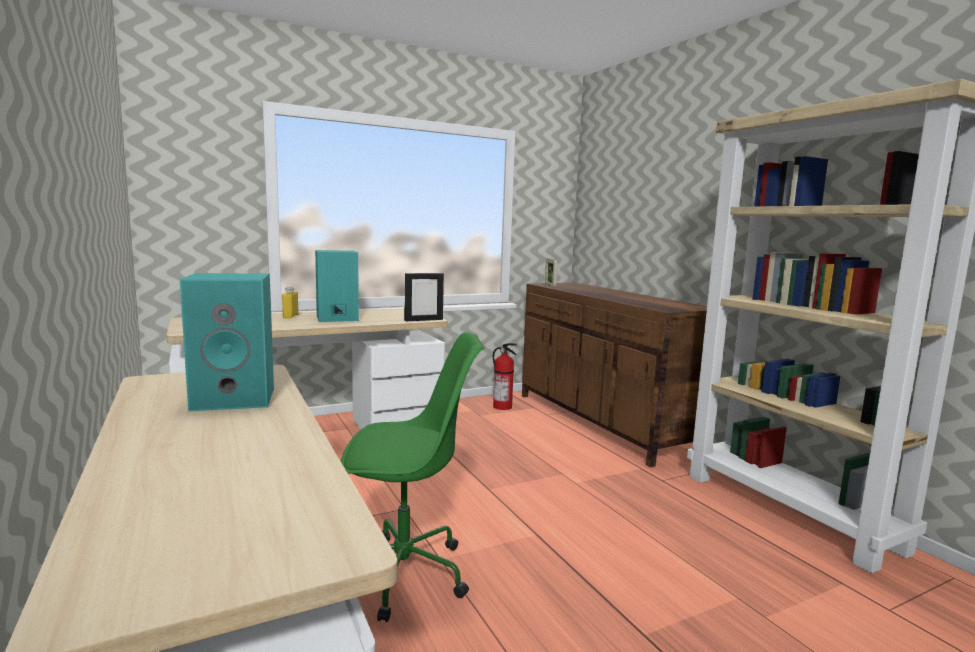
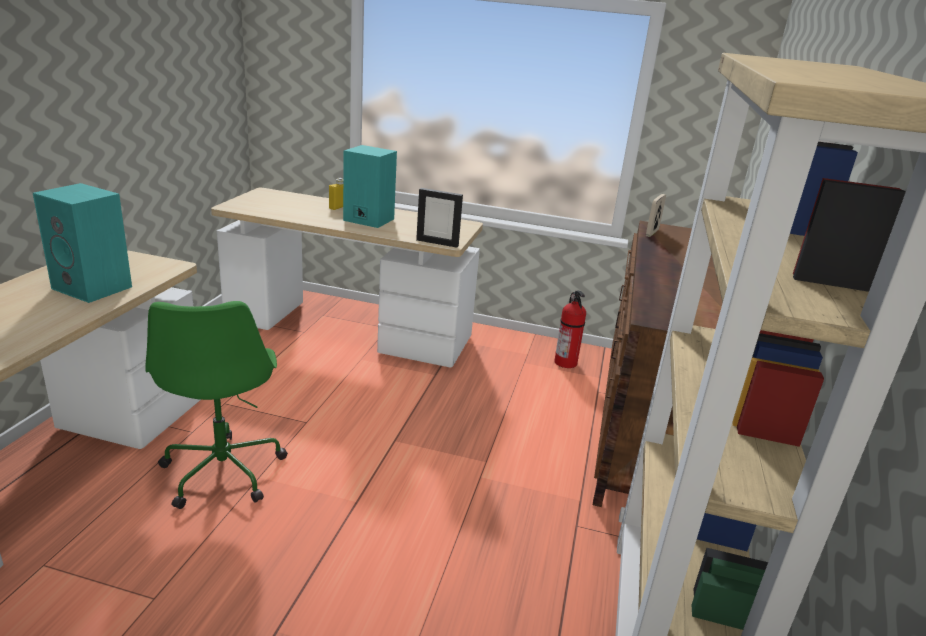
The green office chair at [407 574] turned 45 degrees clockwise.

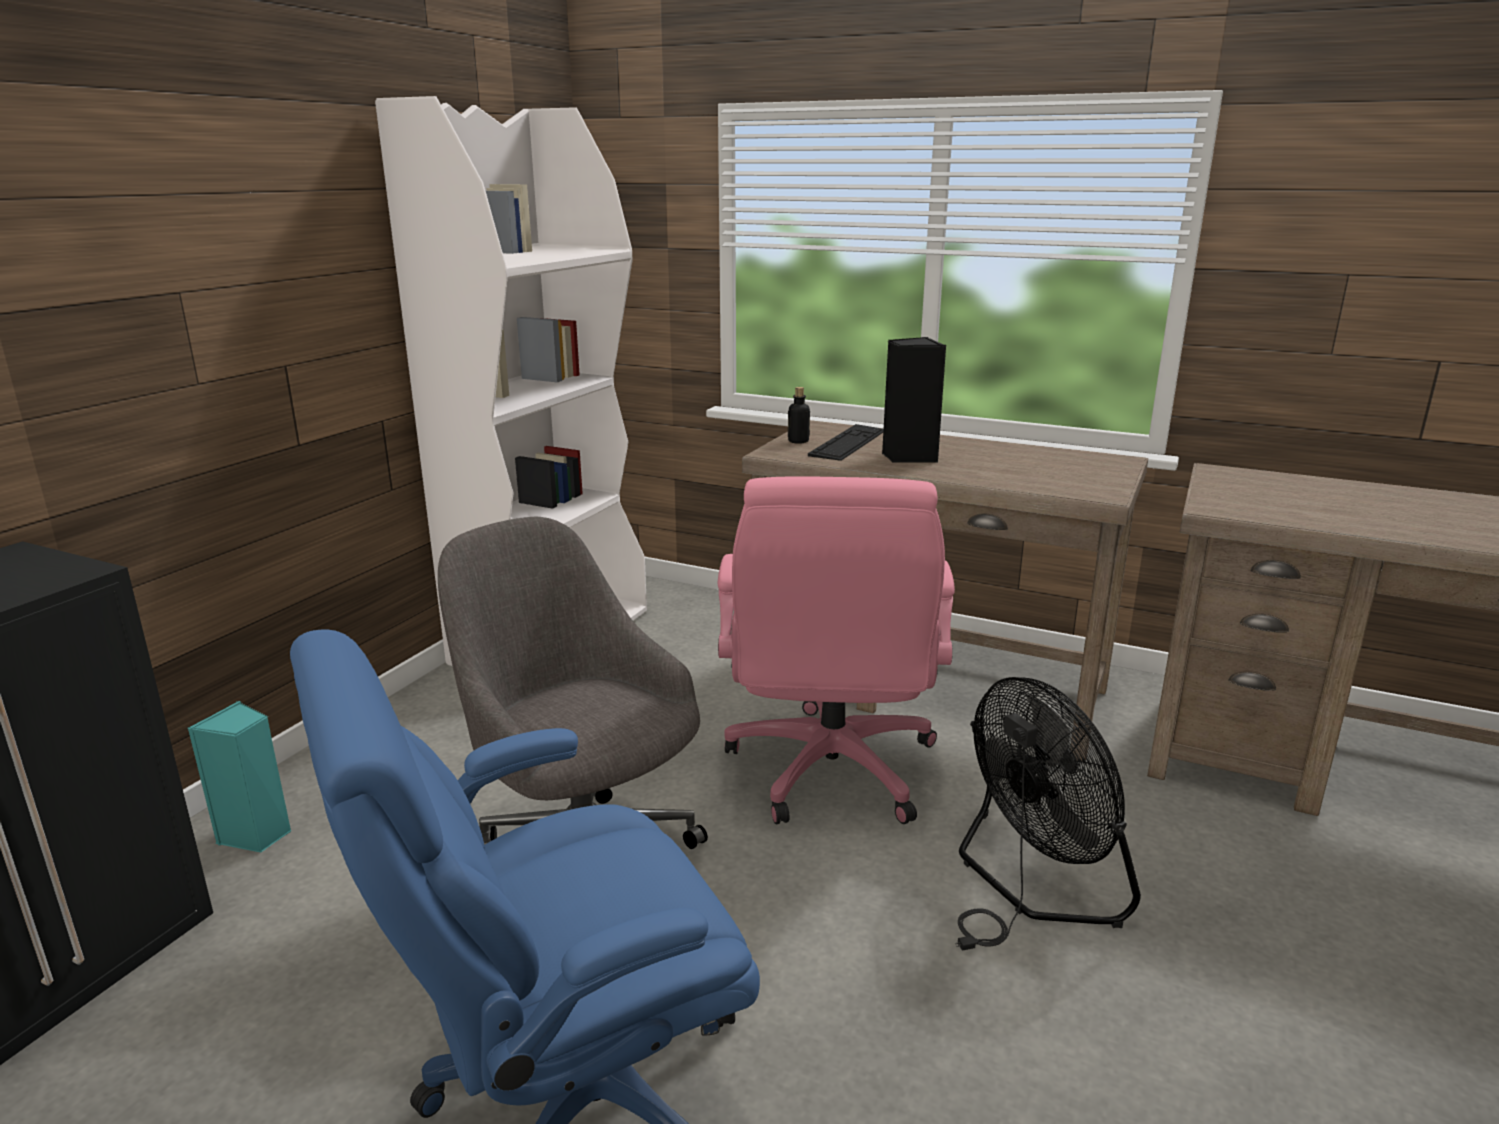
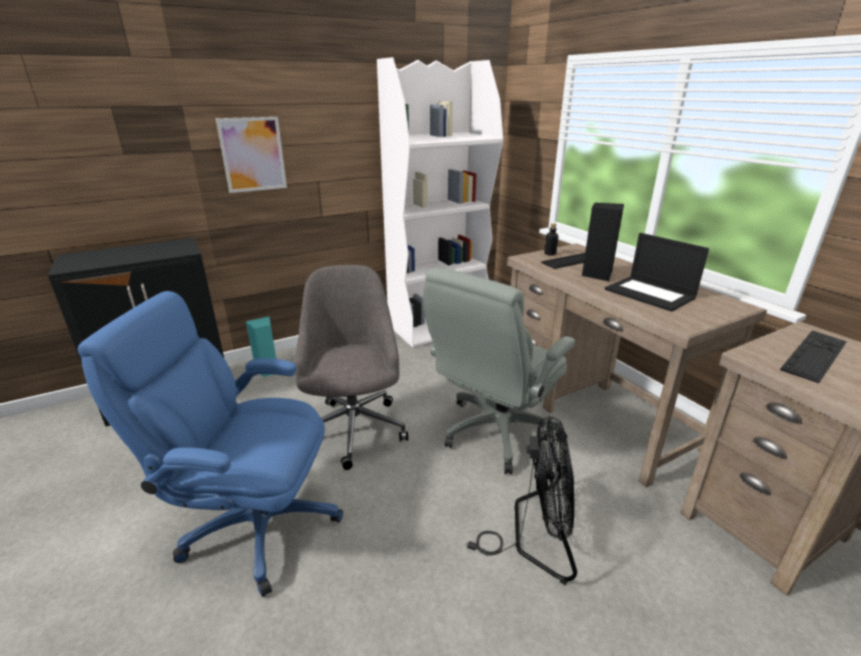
The pink office chair at [829 776] became the grey office chair at [494 435].
The picture at [253 154] appeared.
The laptop at [651 293] appeared.
The keyboard at [814 355] appeared.

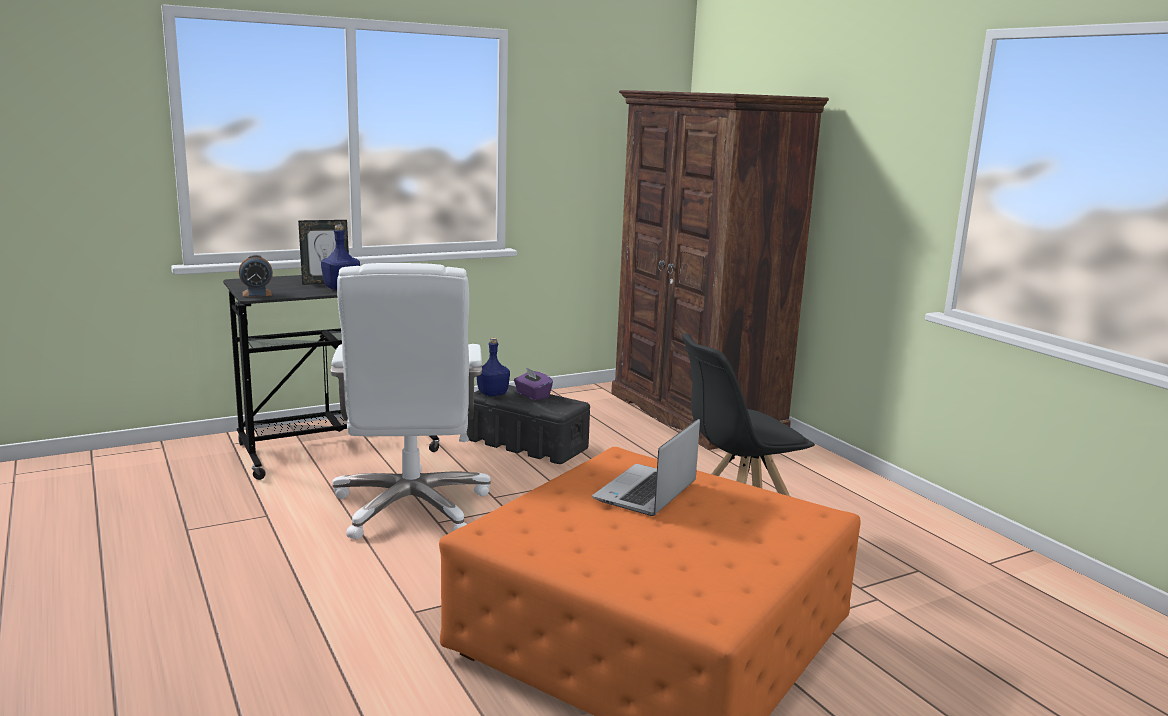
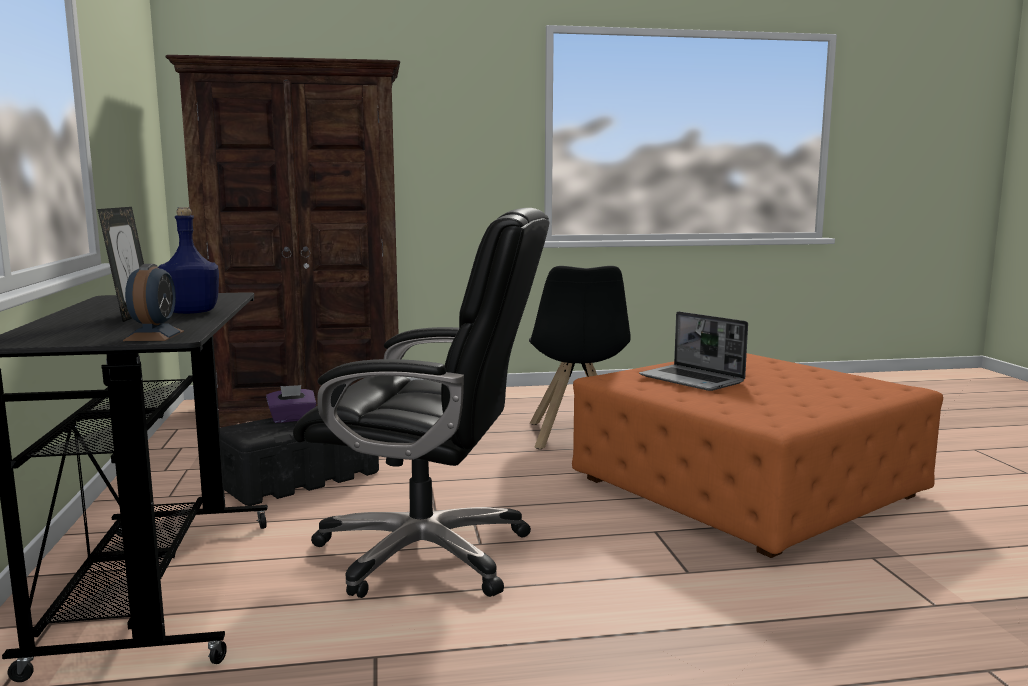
The white office chair at [411 507] became the black office chair at [426 554].
The blue bottle at [493 394] disappeared.

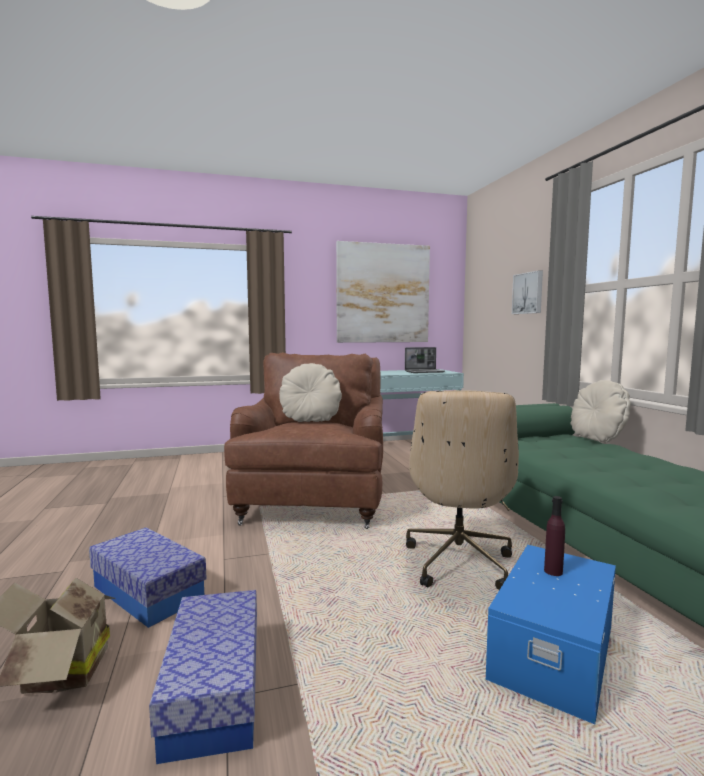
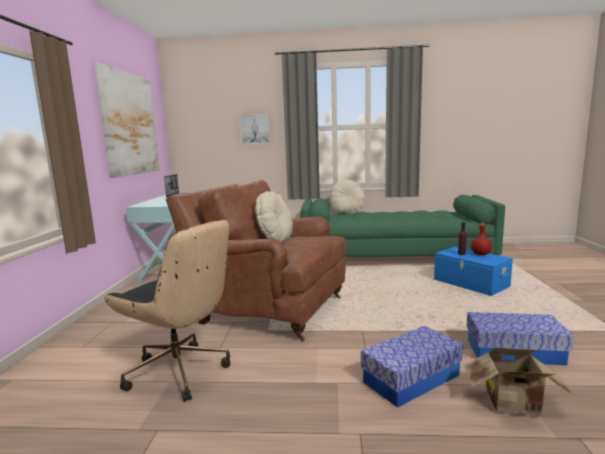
The black office chair moved from [458 566] to [180 374].
The red bottle at [480 254] appeared.

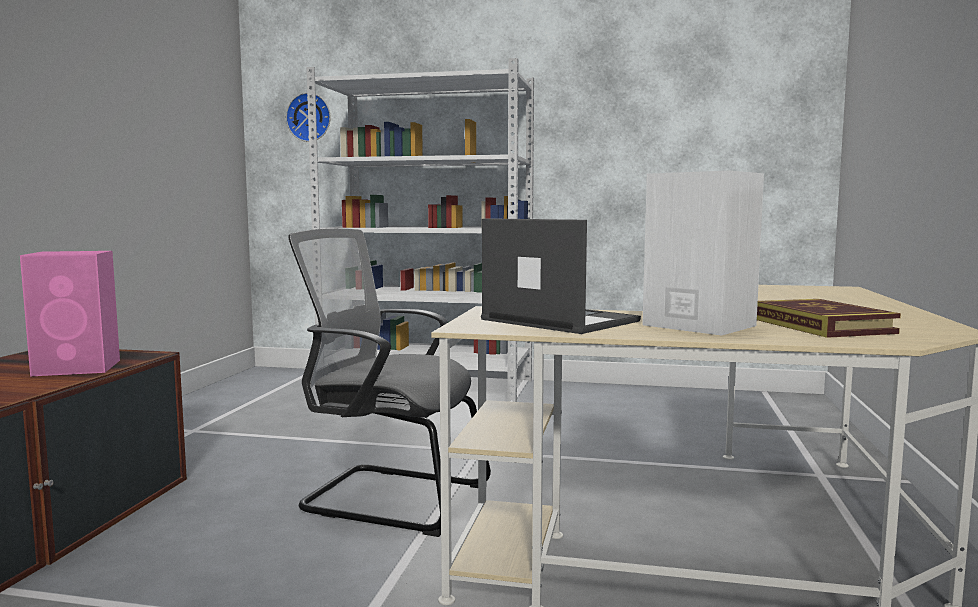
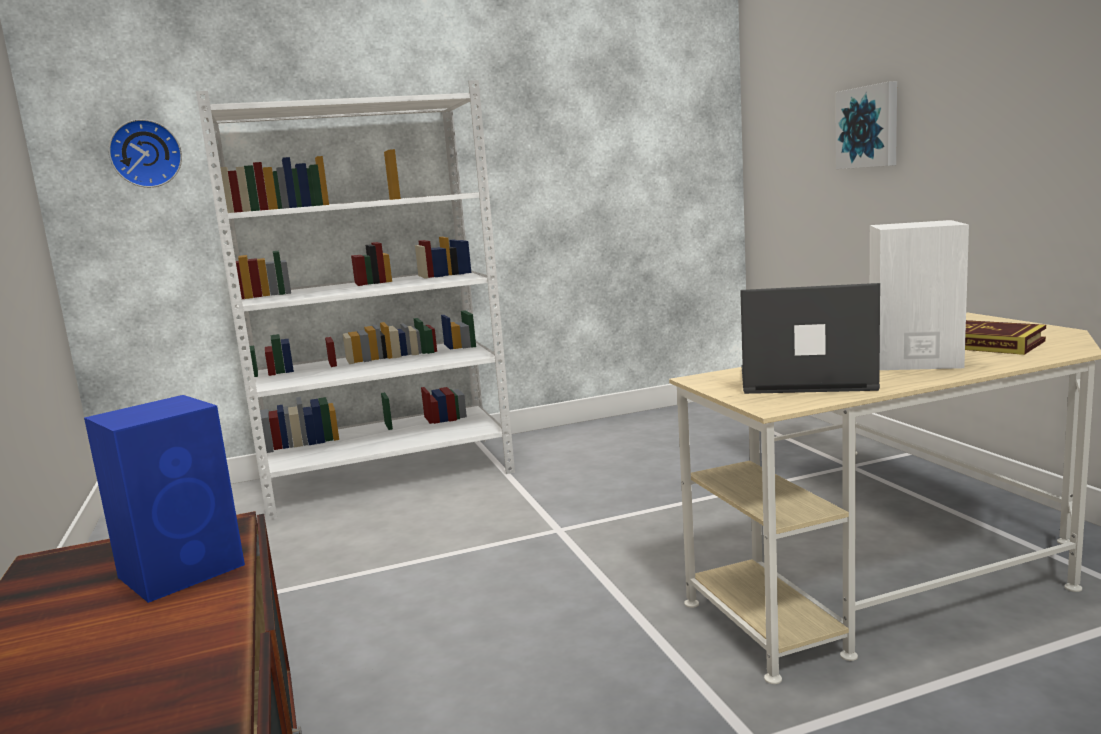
The chair at [390 497] disappeared.
The pink speaker at [79 368] became the blue speaker at [184 570].
The picture at [868 127] appeared.

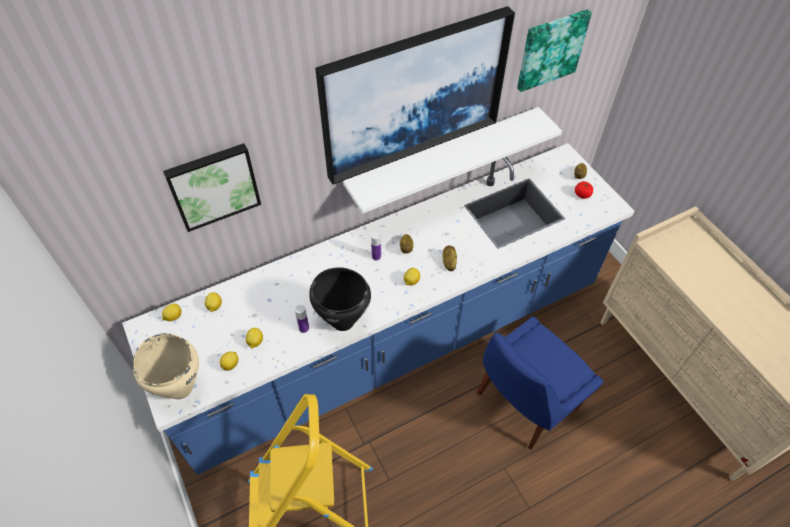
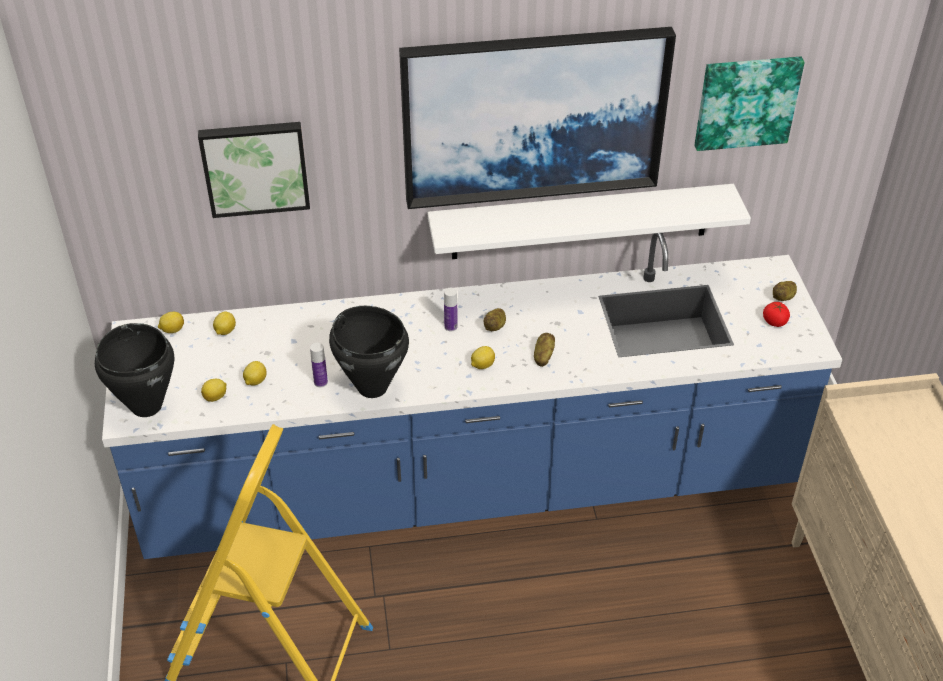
The blue chair at [523 403] disappeared.
The beige cooking pot at [180 389] became the black cooking pot at [146 406].

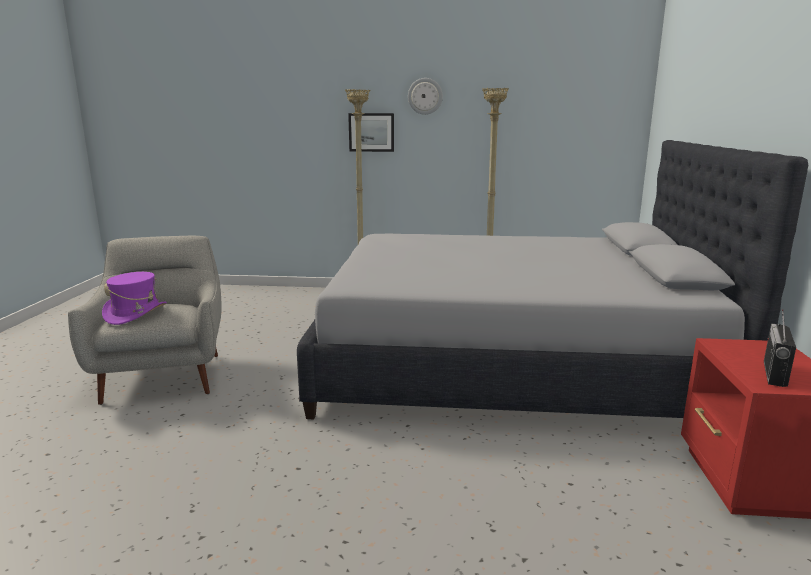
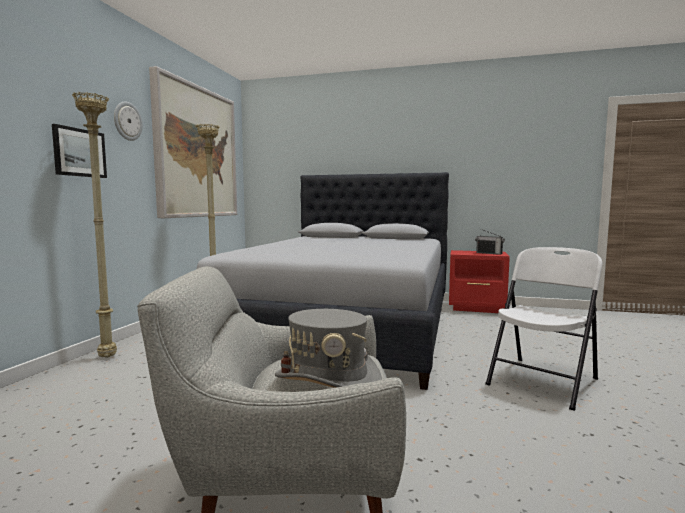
The purple hat at [136 314] became the grey hat at [328 378].
The picture at [197 152] appeared.
The white chair at [543 382] appeared.

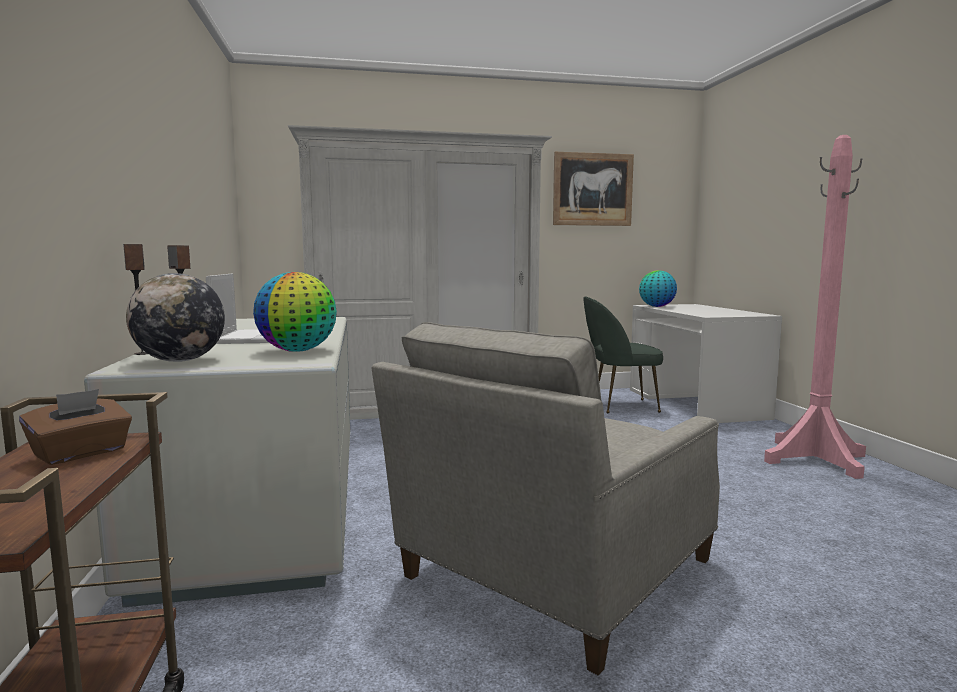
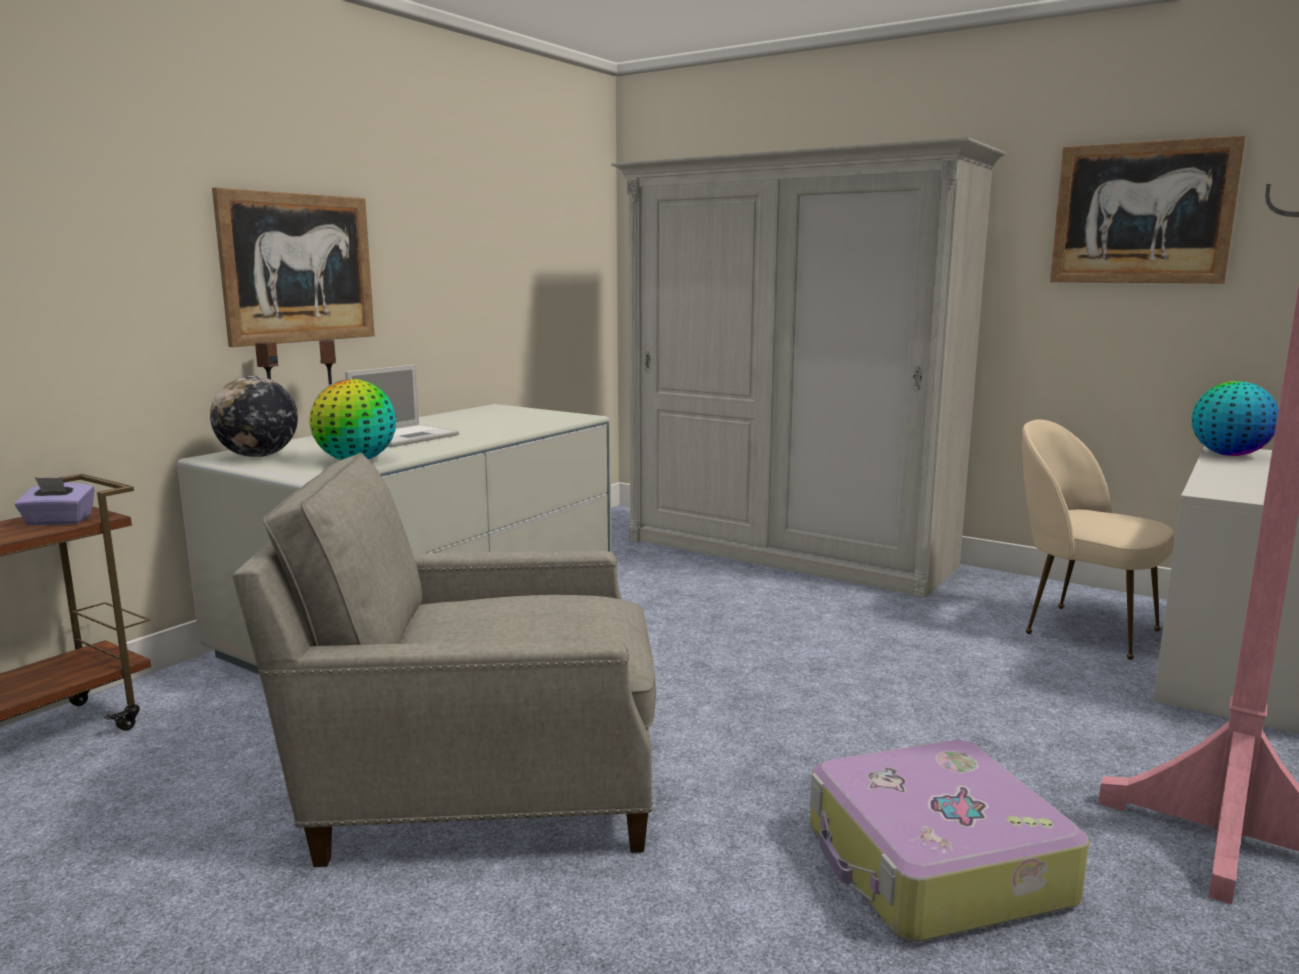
The green chair at [619 406] became the beige chair at [1080 628].
The brown tissue box at [81 453] became the purple tissue box at [58 521].
The picture at [298 268] appeared.
The suitcase at [934 866] appeared.

